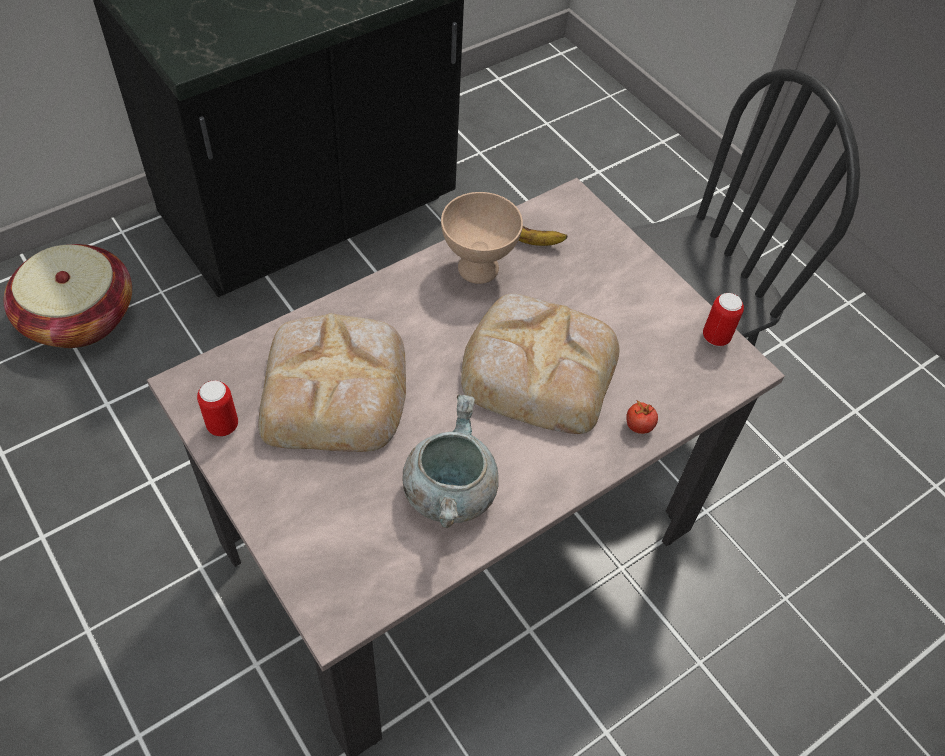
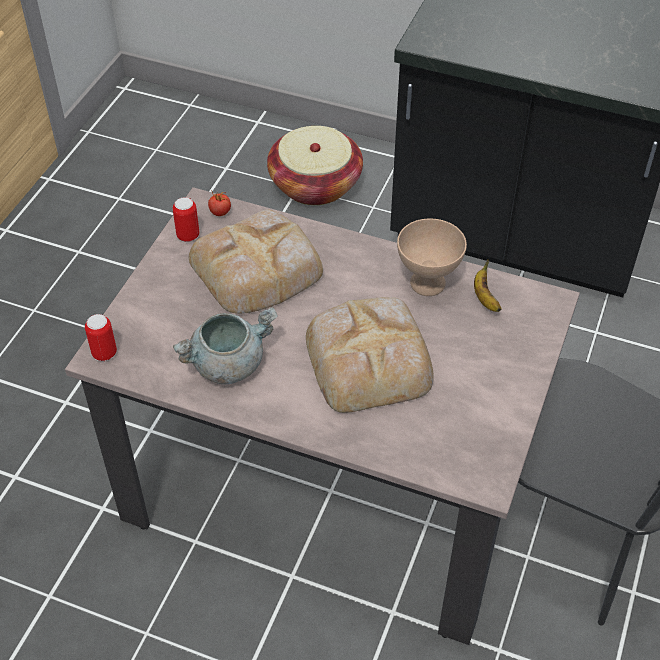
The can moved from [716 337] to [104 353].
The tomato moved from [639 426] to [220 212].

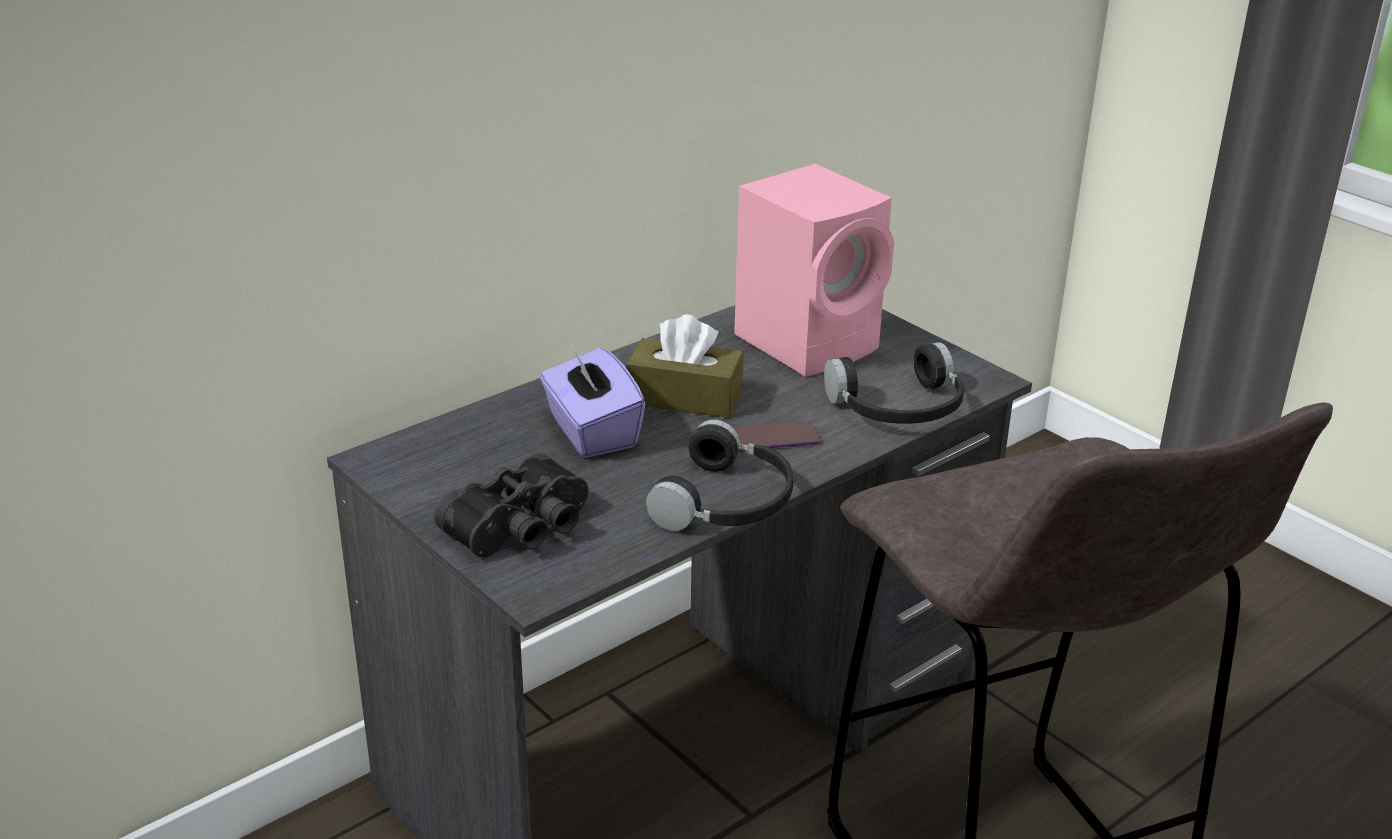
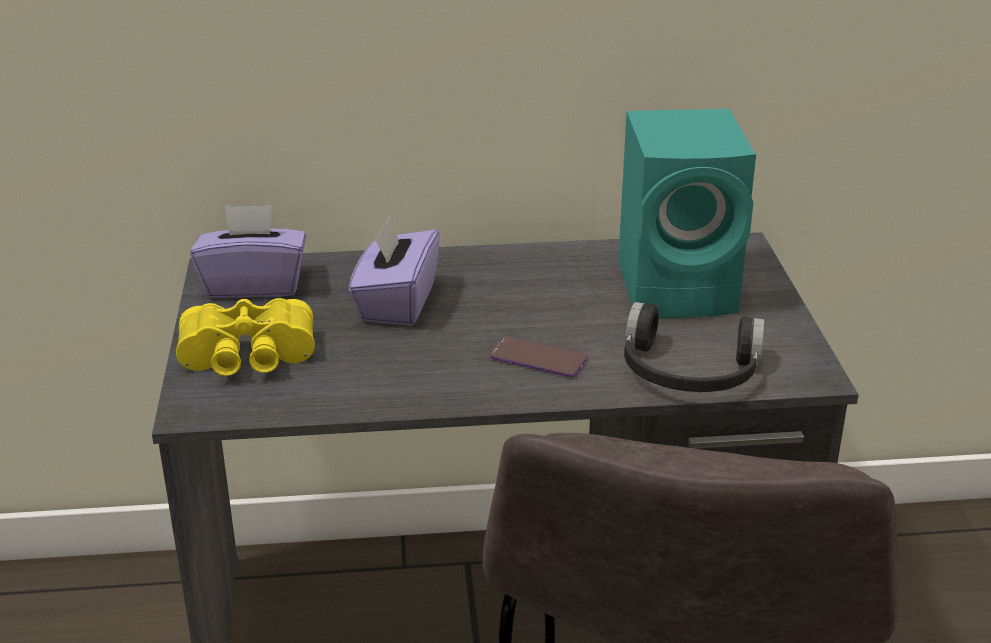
The pink speaker at [811 341] became the turquoise speaker at [681 288].
The brown tissue box at [684 397] disappeared.
The black headphones at [728 502] disappeared.
The black binoculars at [523 528] became the yellow binoculars at [248 359].
The purple tissue box at [254 285] appeared.

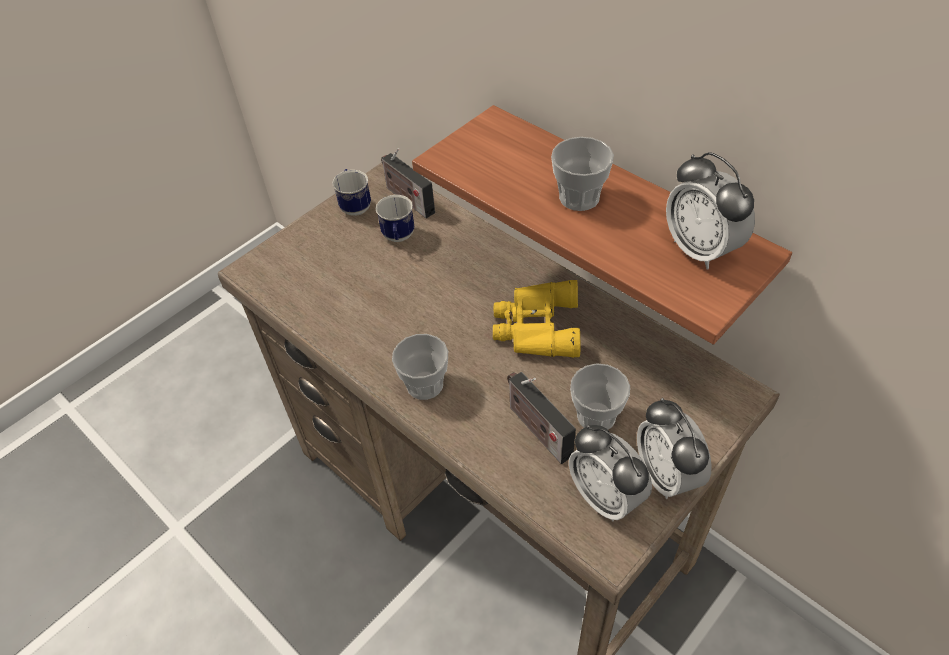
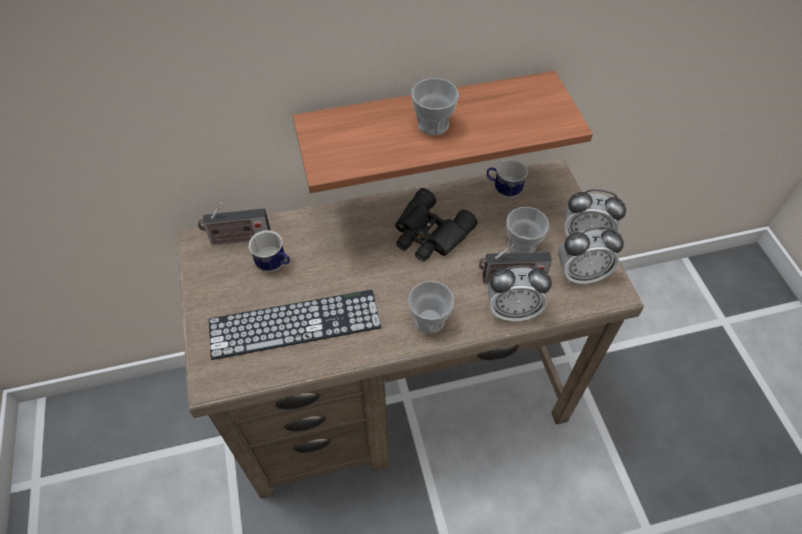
The alarm clock moved from [701 249] to [512 310].
The mug moved from [355 205] to [503 190].
The yellow binoculars at [535 327] became the black binoculars at [429 234].
The keyboard at [294 324] appeared.

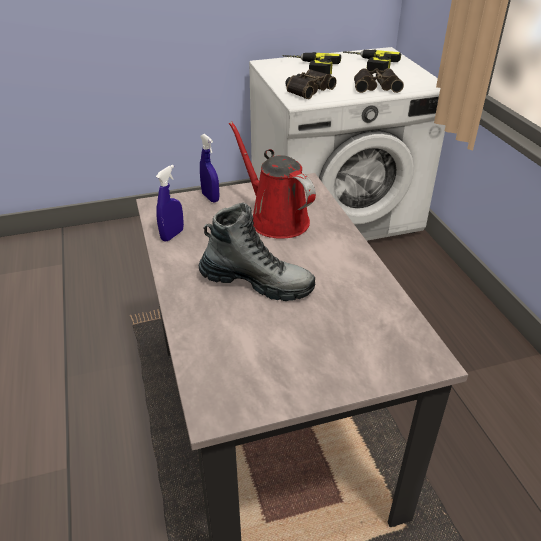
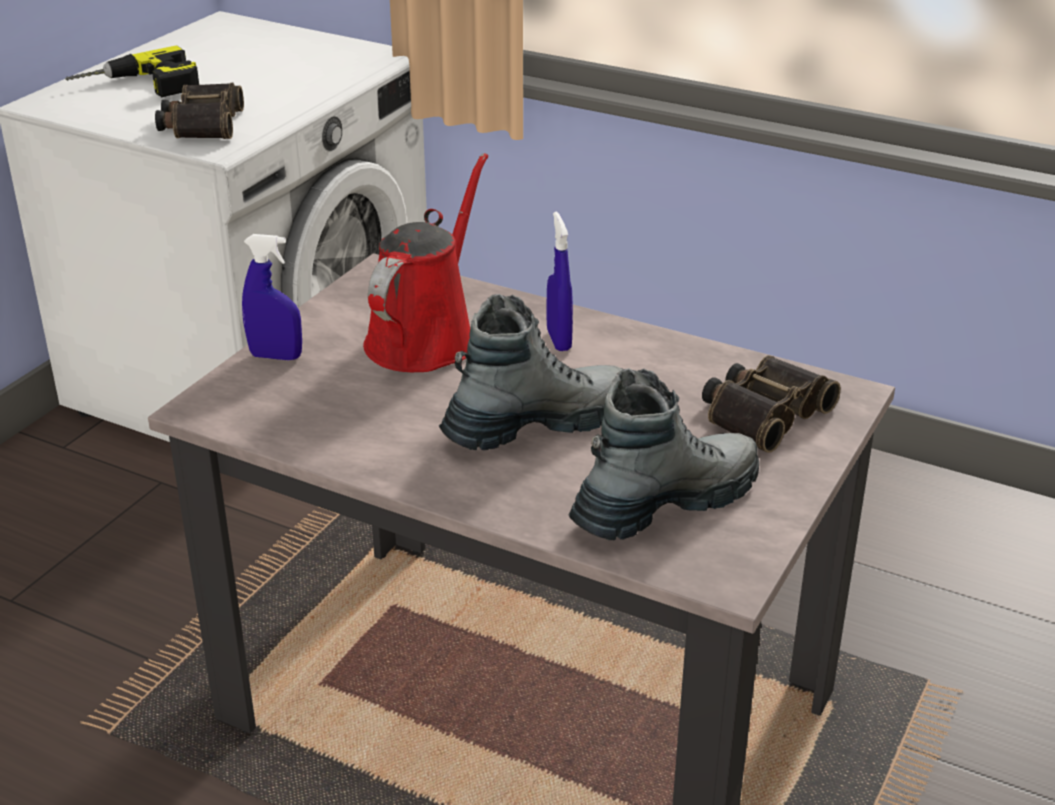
The power drill at [368 64] disappeared.
The binoculars moved from [376 86] to [763 412].
The red watering can at [275 219] turned 105 degrees clockwise.
The blue spray bottle moved from [172 235] to [559 340].
The boot at [665 503] appeared.

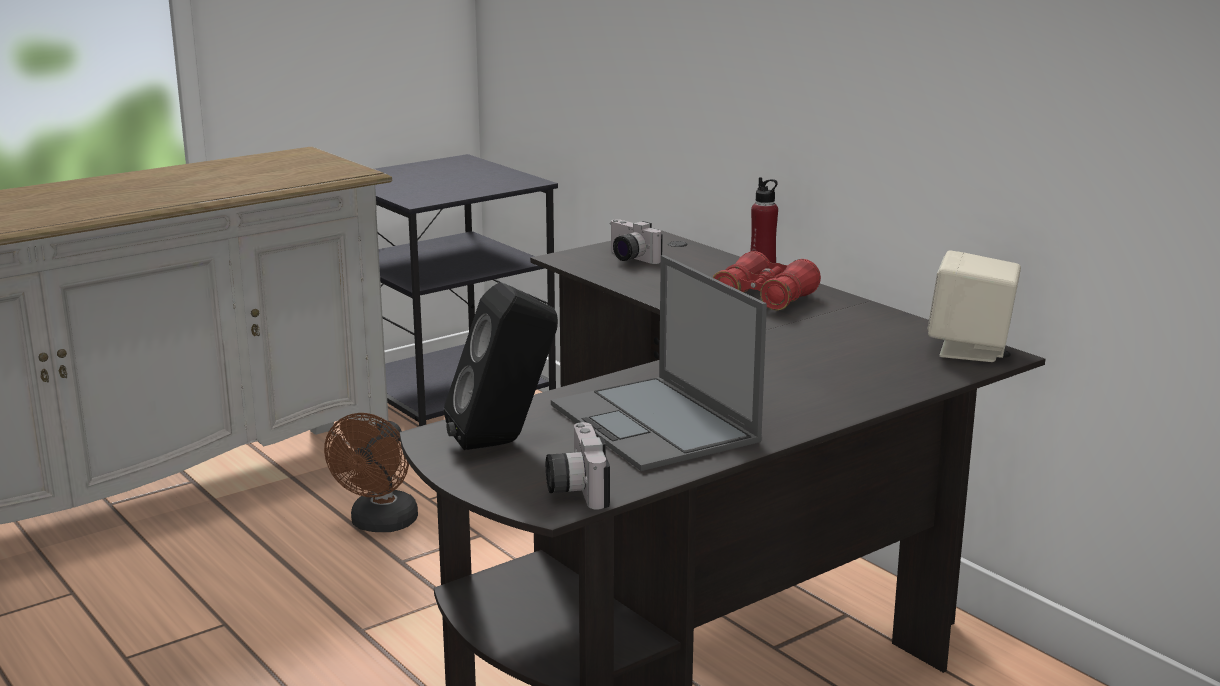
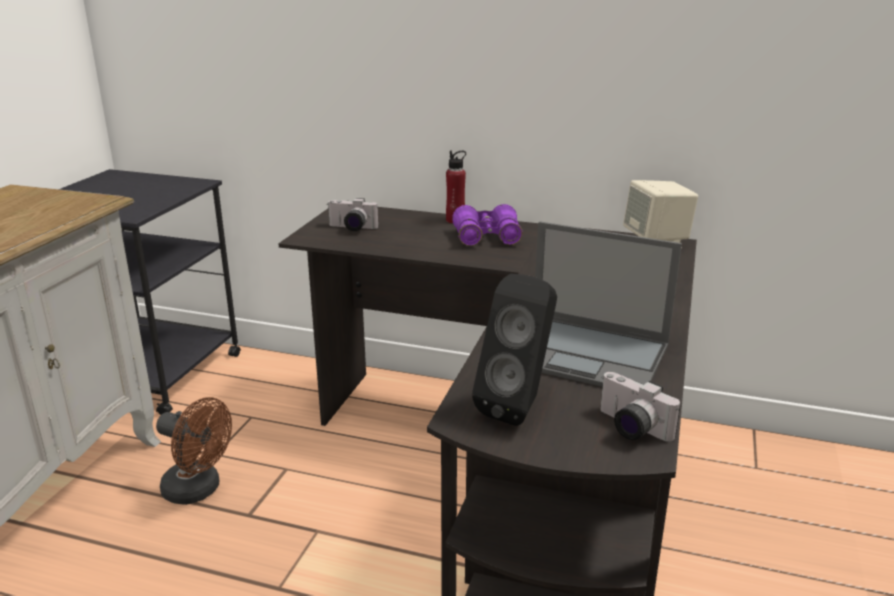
The red binoculars at [764 298] became the purple binoculars at [487 237].
The brown fan at [380 524] turned 45 degrees counterclockwise.

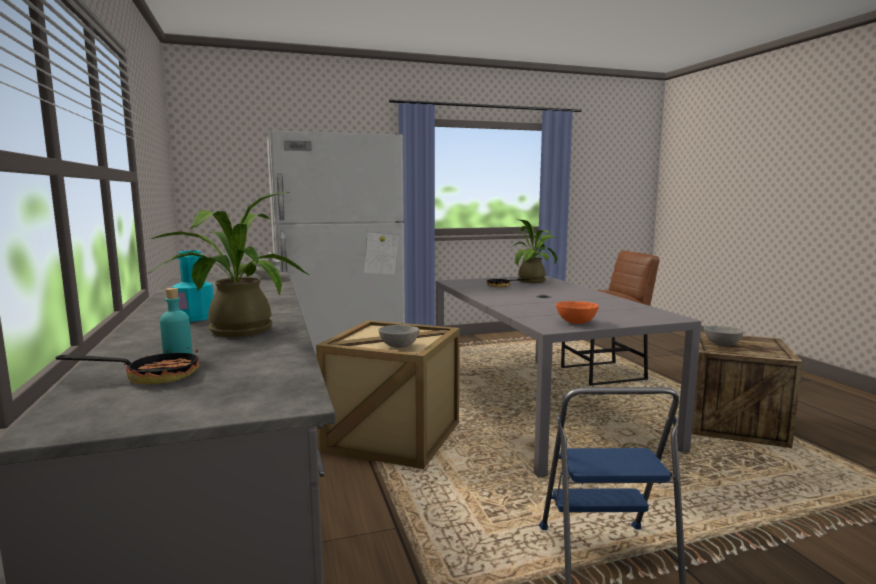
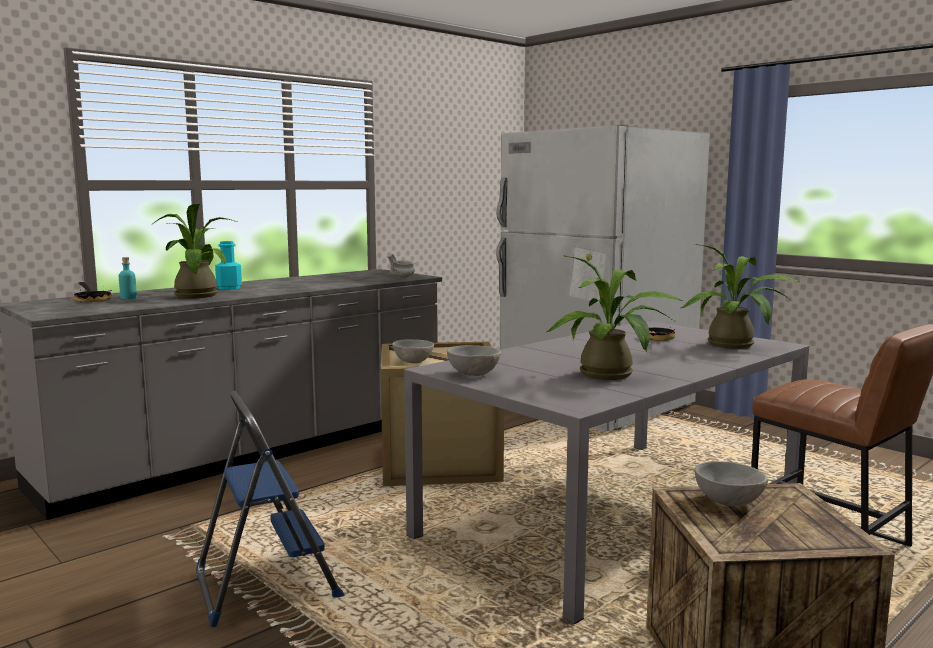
The orange bowl at [575 323] became the grey bowl at [473 374].
The potted plant at [612 375] appeared.

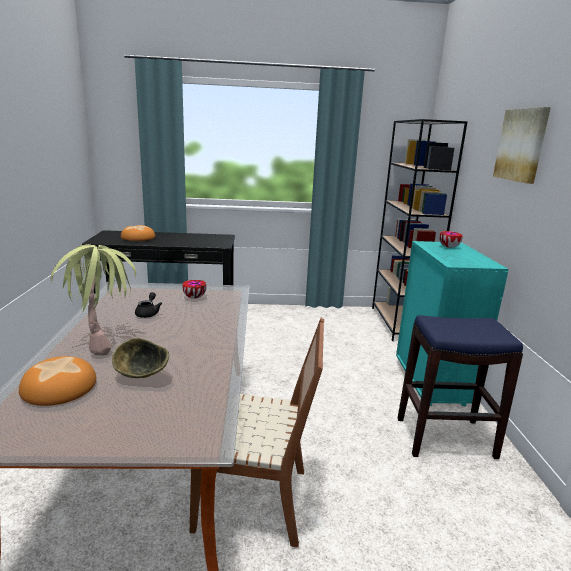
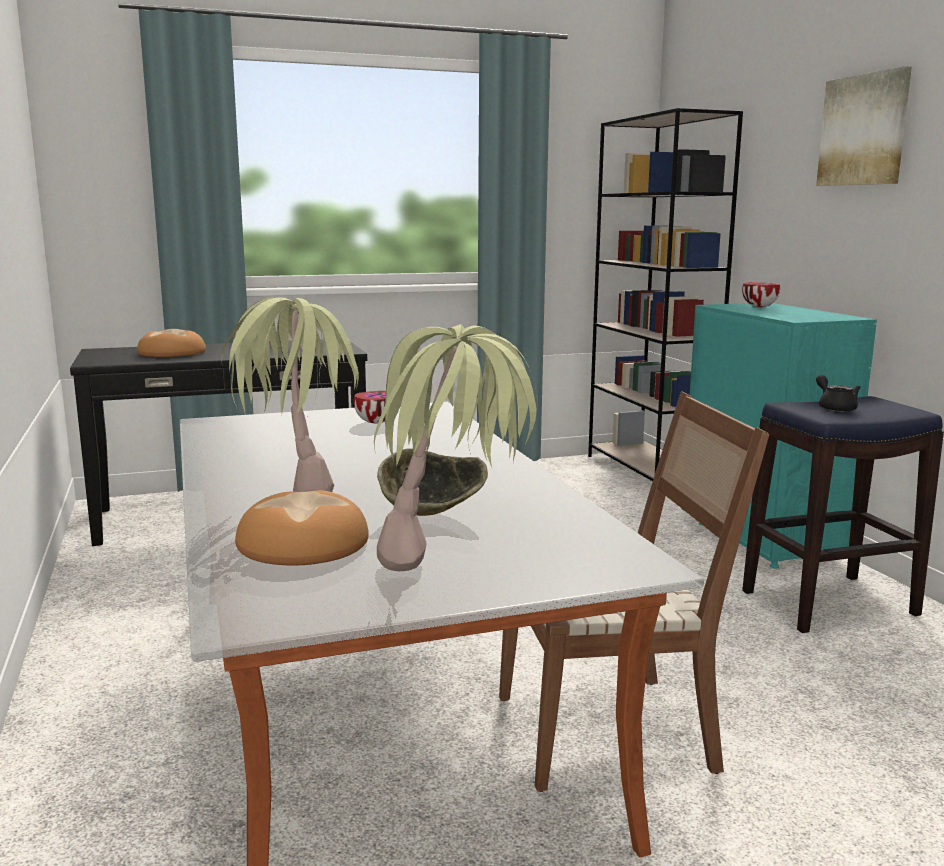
The black teapot moved from [148 313] to [834 407].
The potted plant at [455 574] appeared.

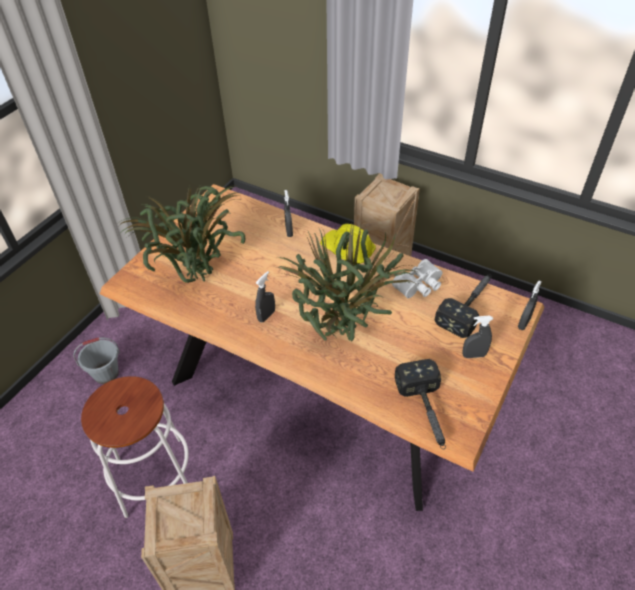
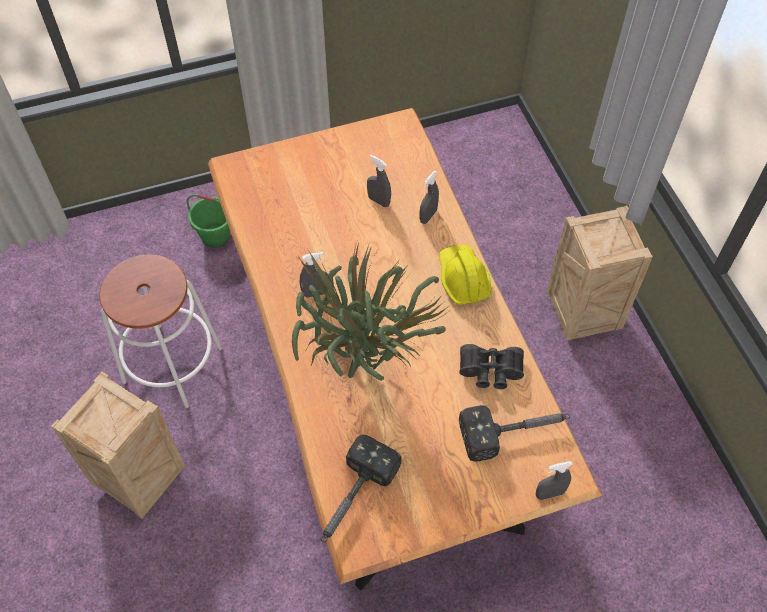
The potted plant at [197 279] disappeared.
The white binoculars at [420 286] became the black binoculars at [490 372].
The grey spray bottle moved from [474 355] to [378 201].
The grey bucket at [106 374] became the green bucket at [215 236].

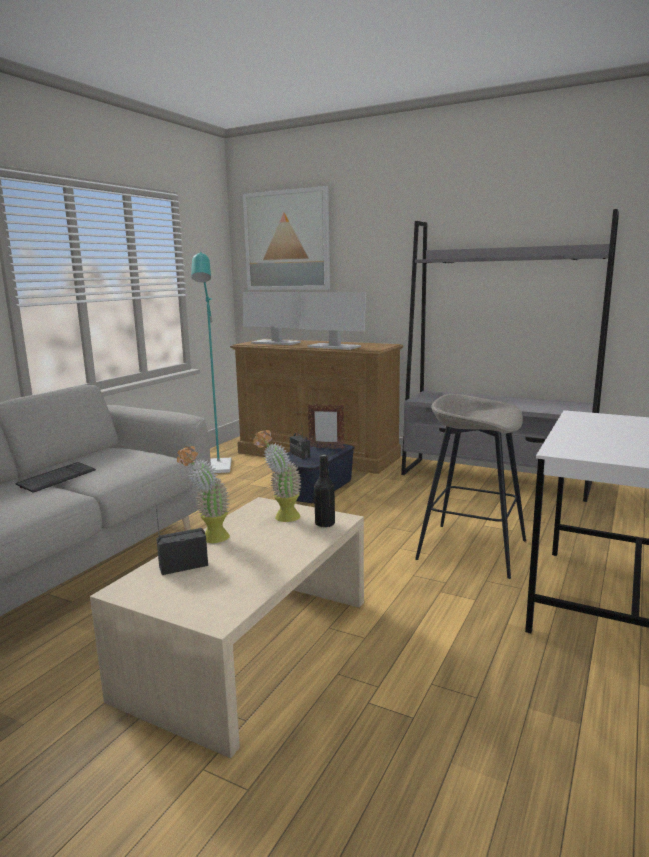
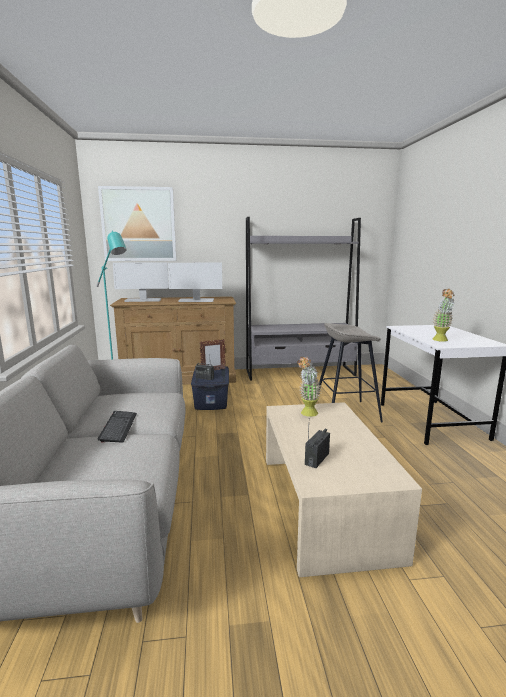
The potted plant moved from [209 539] to [440 340].
The black bottle at [325 524] disappeared.

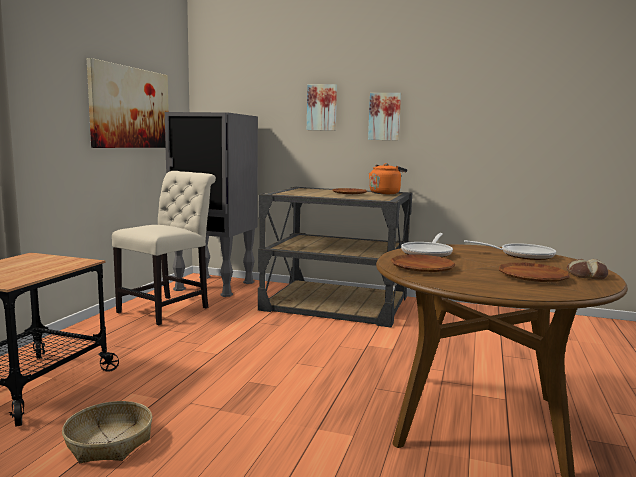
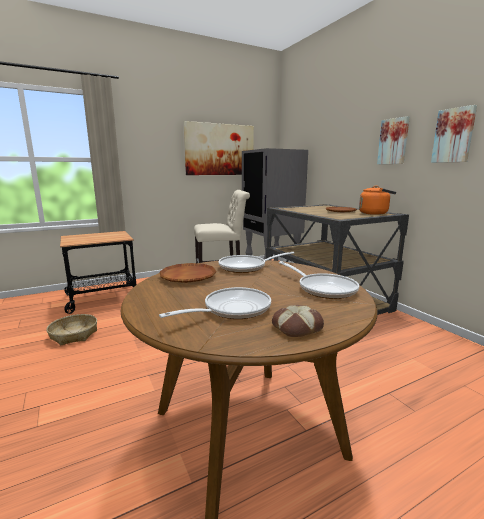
The picture moved from [322 107] to [454 135].
The brown plate at [532 277] was replaced by the frying pan at [232 310].

